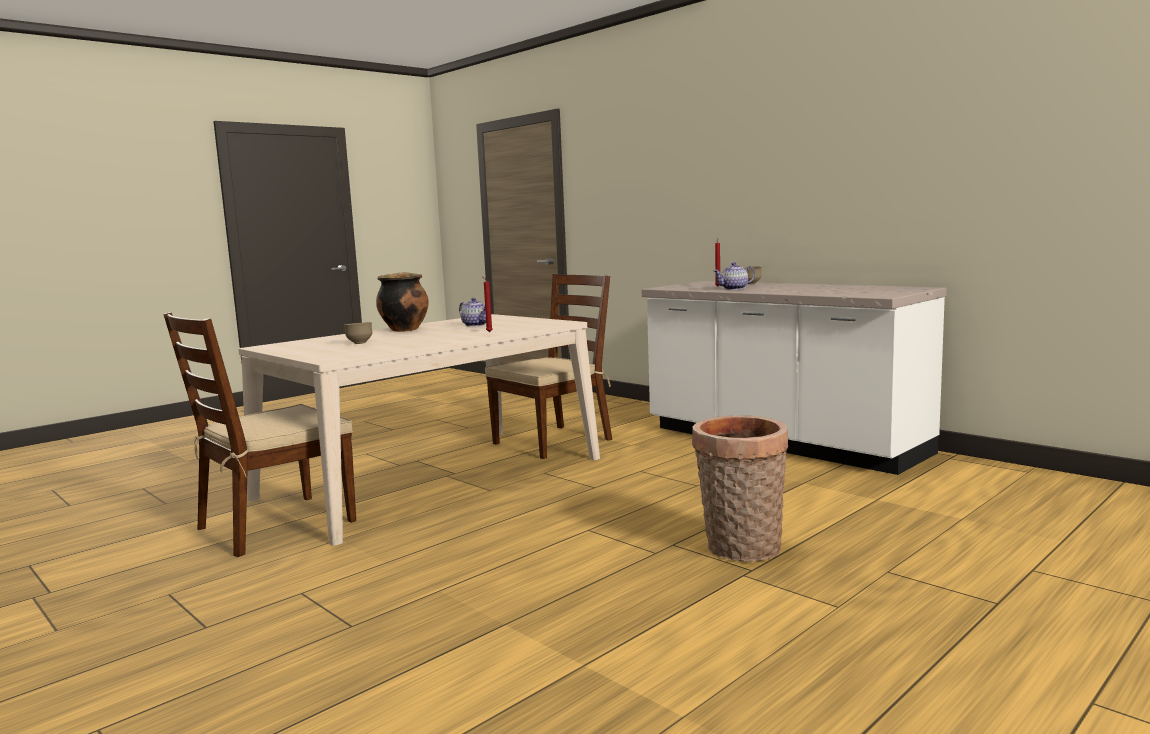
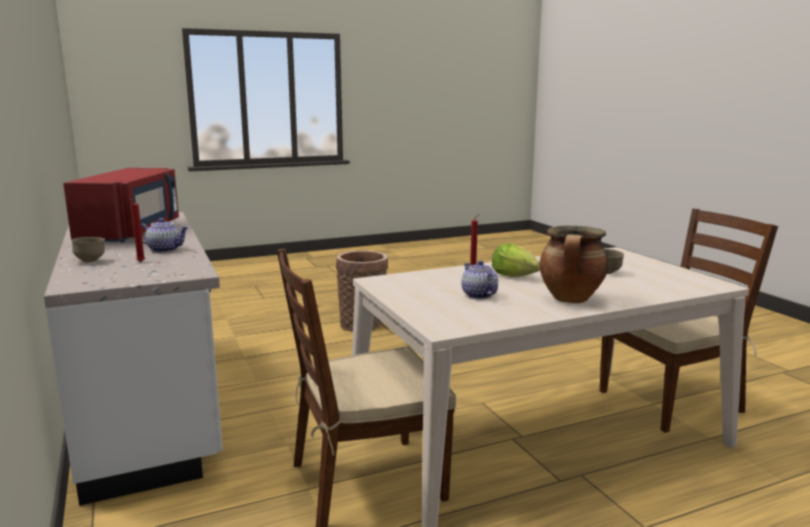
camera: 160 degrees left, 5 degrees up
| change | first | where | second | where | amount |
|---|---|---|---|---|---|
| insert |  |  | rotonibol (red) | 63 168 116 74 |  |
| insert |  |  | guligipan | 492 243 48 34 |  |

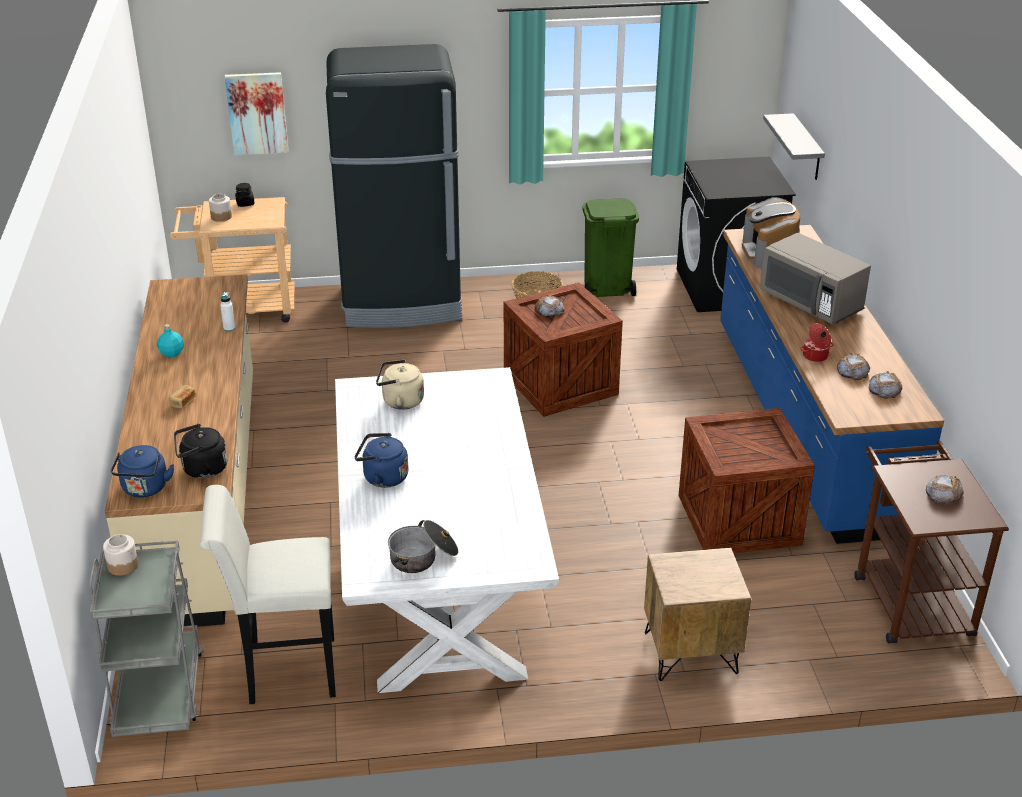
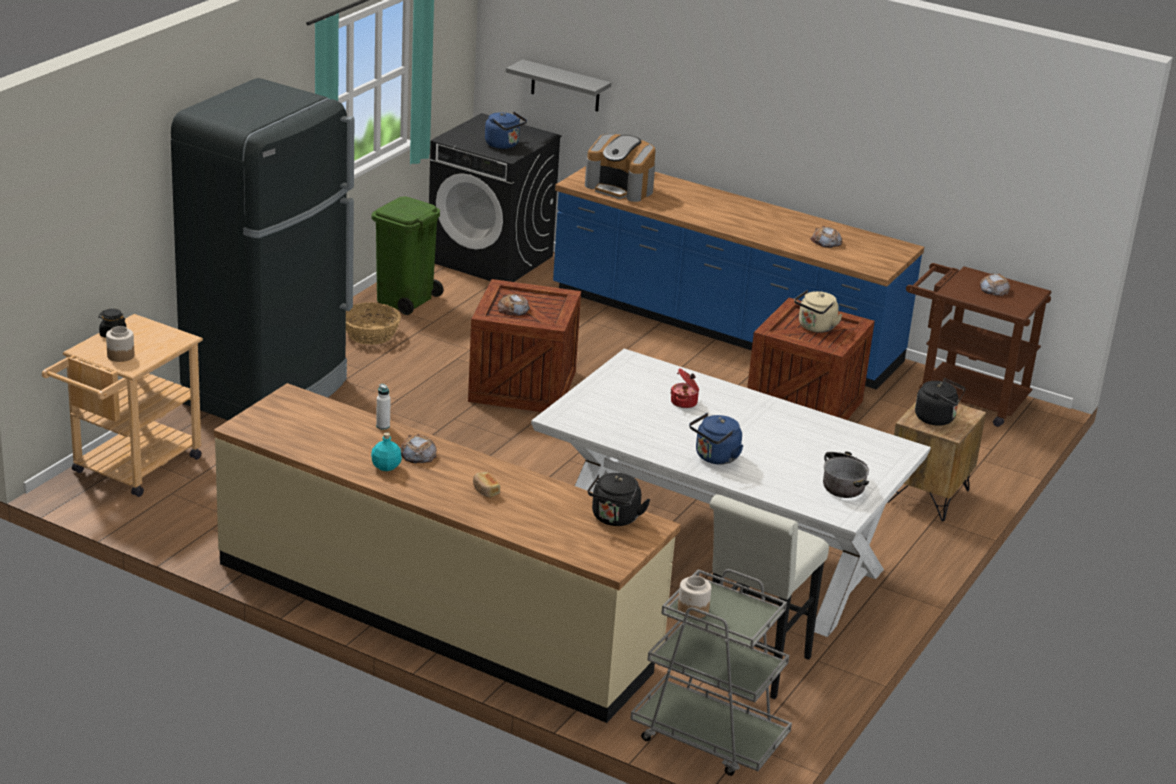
camera: 55 degrees left, 5 degrees down
| change | first | where | second | where | amount |
|---|---|---|---|---|---|
| delete | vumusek | 225 72 64 83 |  |  |  |
| delete | rotonibol (grey) | 760 233 111 91 |  |  |  |
| move | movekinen | 800 323 34 39 |  | 670 368 29 40 |  |
| move | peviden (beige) | 376 359 48 51 |  | 794 290 49 43 |  |
| move | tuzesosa | 869 371 34 28 |  | 400 434 37 29 |  |
| move | peviden (blue) | 111 445 63 52 |  | 485 111 42 38 |  |
| insert |  |  | peviden (black) | 915 378 51 48 |  |

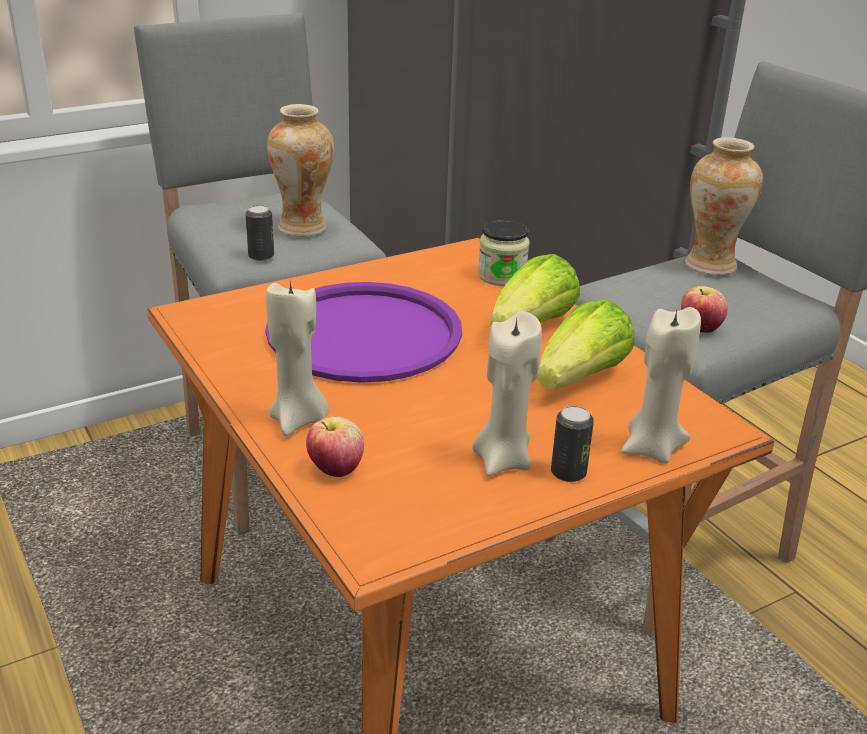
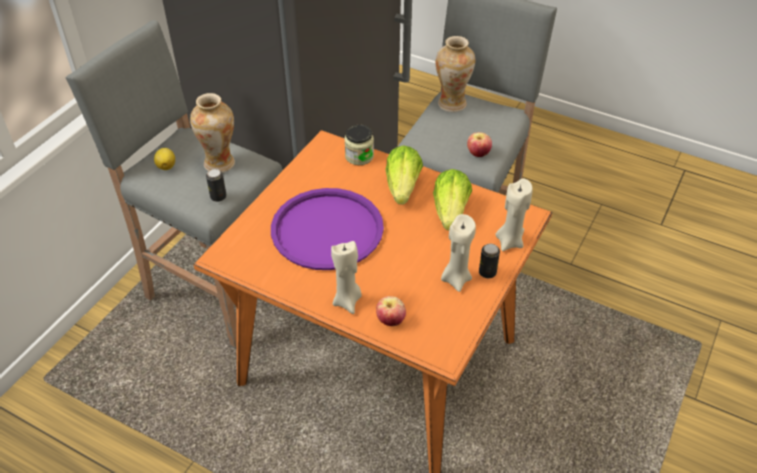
camera: 30 degrees left, 15 degrees up
| change | first | where | second | where | amount |
|---|---|---|---|---|---|
| insert |  |  | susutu | 154 148 21 22 |  |

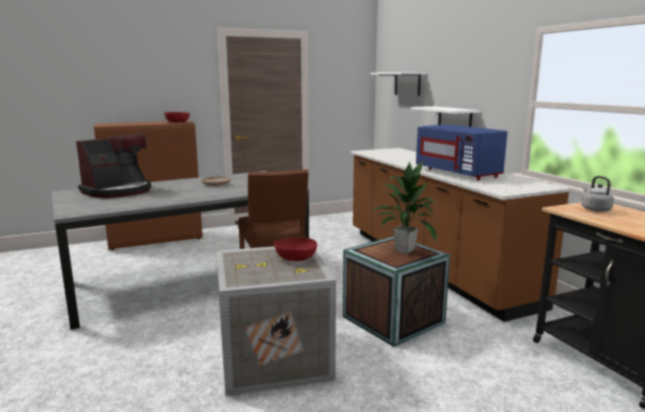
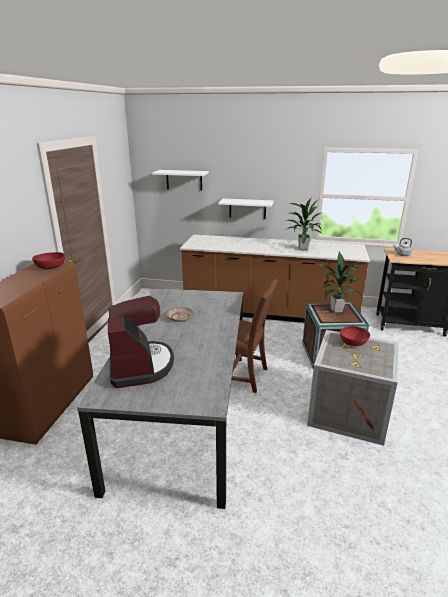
camera: 55 degrees left, 10 degrees up
| change | first | where | second | where | amount |
|---|---|---|---|---|---|
| replace | rotonibol (blue) | 416 124 91 56 | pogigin | 285 198 37 53 |  |

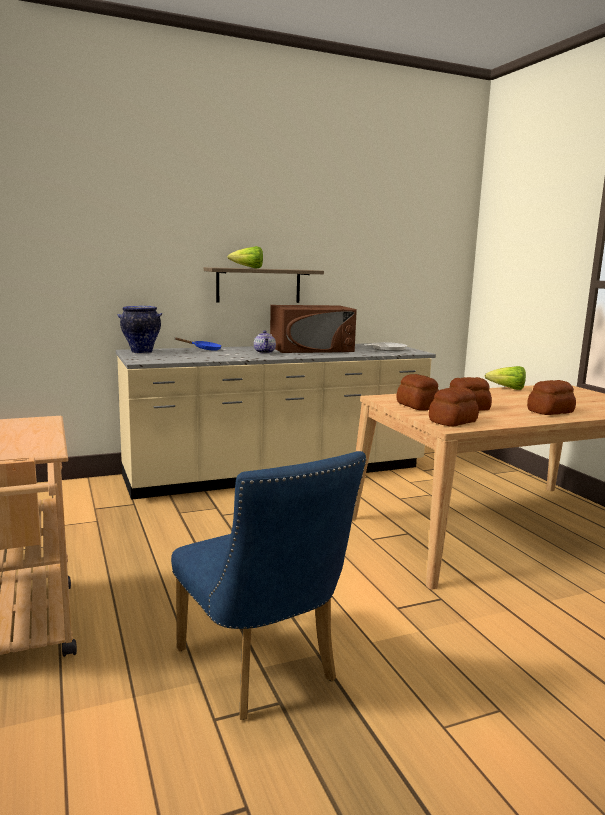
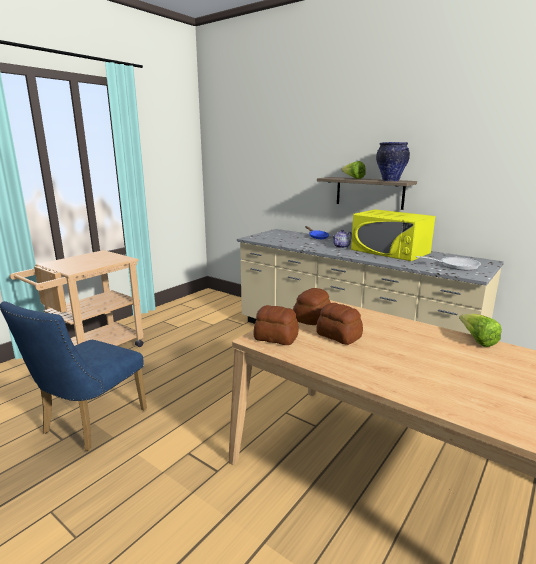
camera: 60 degrees right, 5 degrees up
| change | first | where | second | where | amount |
|---|---|---|---|---|---|
| recolor | rotonibol (brown) | 270 305 87 48 | rotonibol (yellow) | 351 209 84 52 |  |
| move | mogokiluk | 118 306 44 47 |  | 376 142 34 39 |  |
| delete | tuzesosa | 527 380 49 35 |  |  |  |

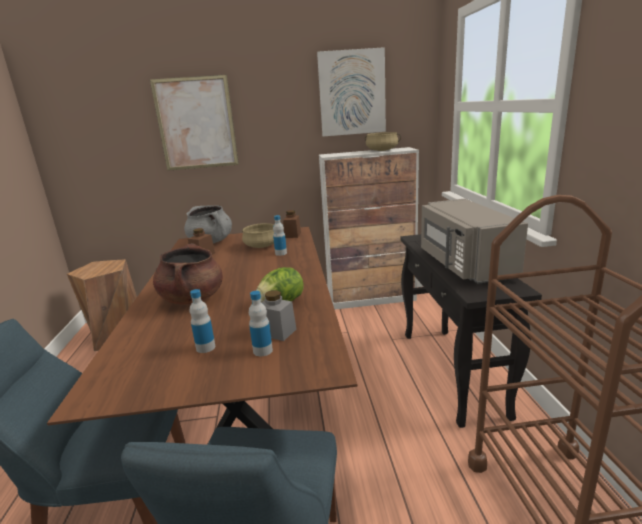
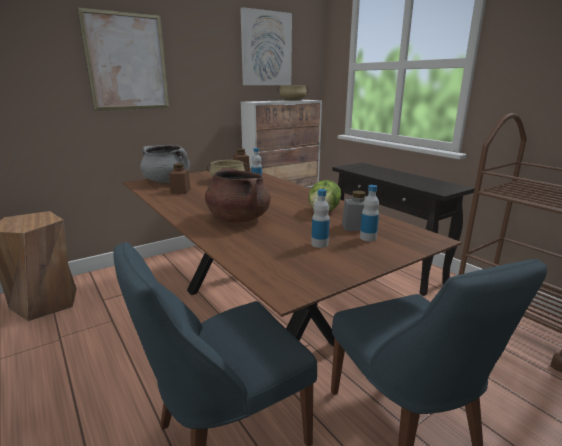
camera: 30 degrees left, 0 degrees up
| change | first | where | second | where | amount |
|---|---|---|---|---|---|
| delete | rotonibol (grey) | 421 199 107 85 |  |  |  |

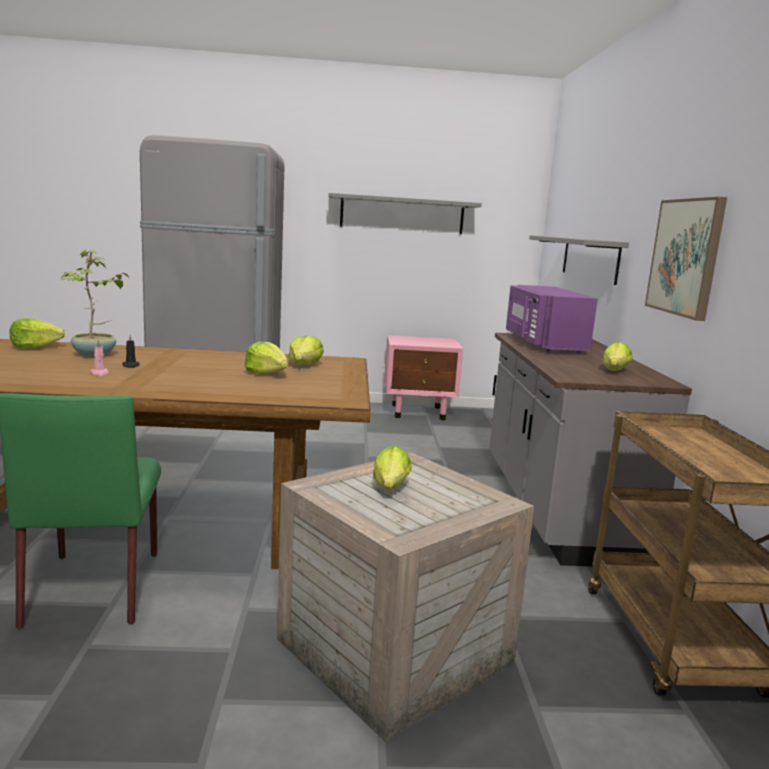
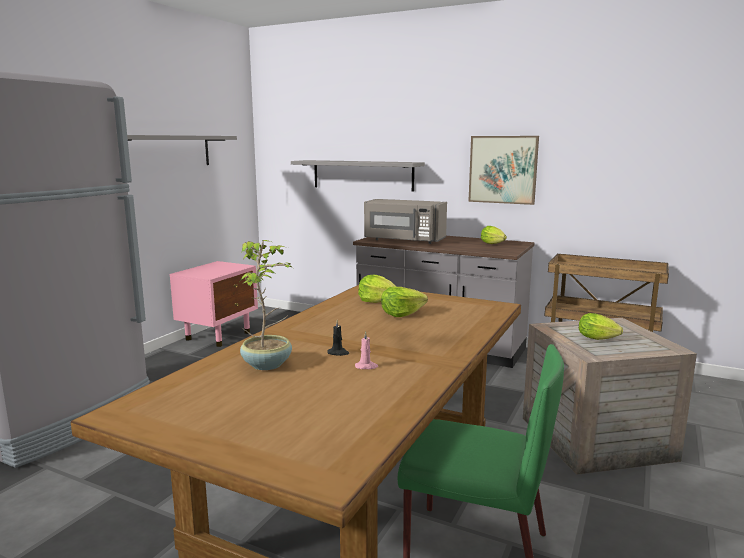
camera: 60 degrees left, 0 degrees up
| change | first | where | second | where | amount |
|---|---|---|---|---|---|
| recolor | rotonibol (purple) | 506 285 92 68 | rotonibol (grey) | 364 199 83 45 |  |
| delete | guligipan | 9 318 56 31 |  |  |  |

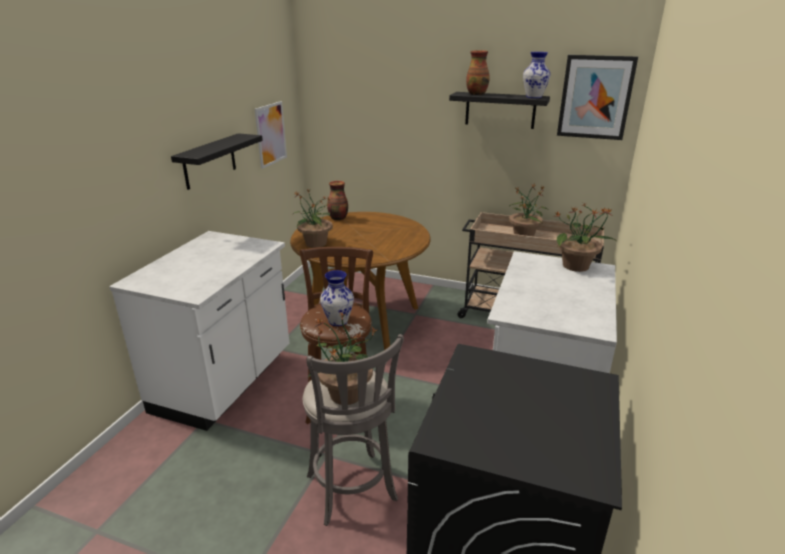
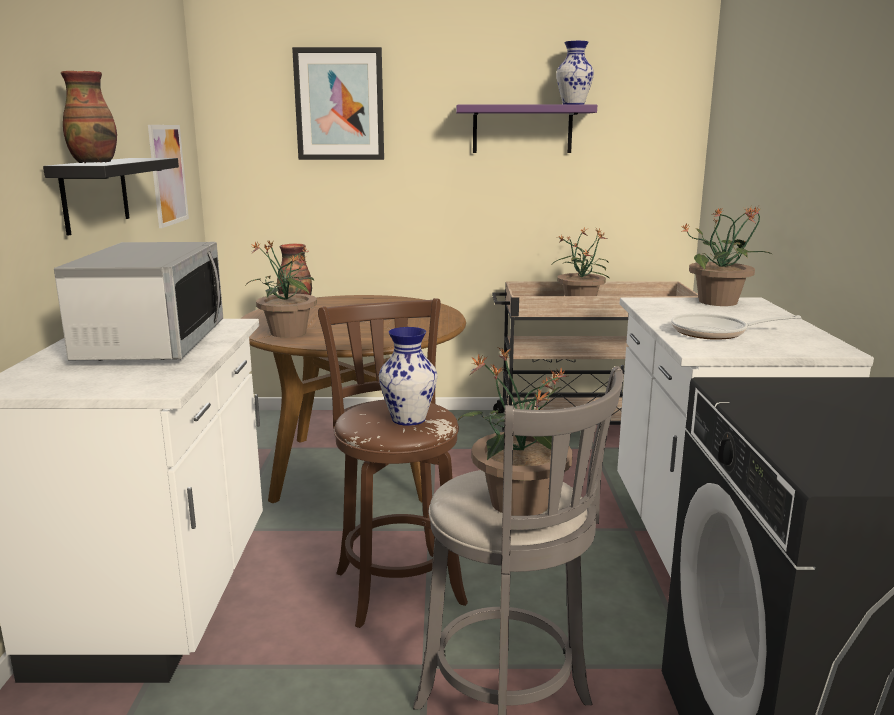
camera: 20 degrees left, 10 degrees down
| change | first | where | second | where | amount |
|---|---|---|---|---|---|
| move | mogokiluk | 466 50 24 45 |  | 61 71 56 92 |  |
| move | vumusek | 557 55 81 85 |  | 292 47 92 113 |  |
| recolor | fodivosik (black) | 449 92 101 37 | fodivosik (purple) | 456 105 141 48 |  |
| insert |  |  | rotonibol | 54 242 169 119 |  |
| insert |  |  | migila | 671 313 130 27 |  |

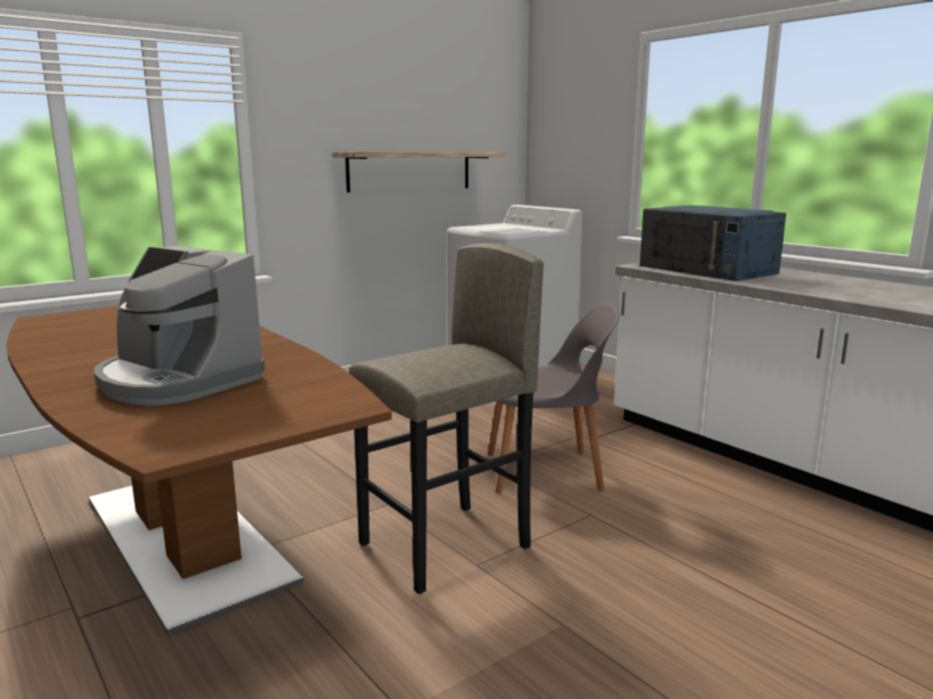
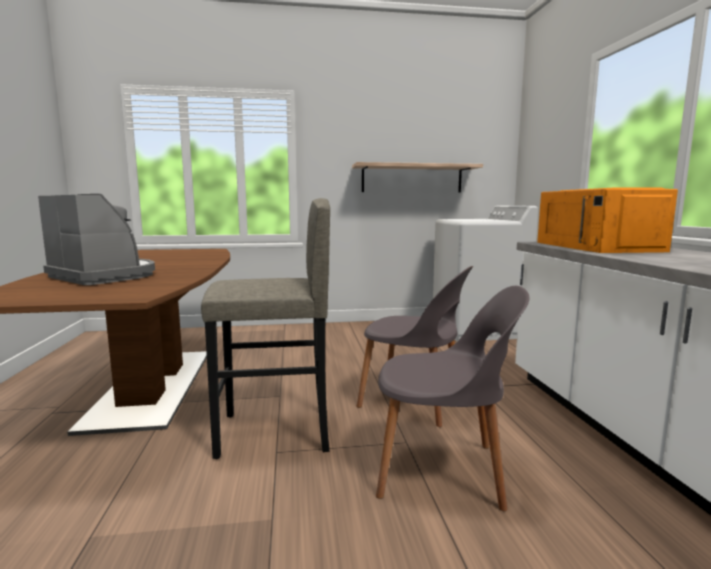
camera: 30 degrees right, 5 degrees down
| change | first | where | second | where | amount |
|---|---|---|---|---|---|
| recolor | rotonibol (blue) | 640 205 146 76 | rotonibol (orange) | 537 187 141 66 |  |
| rotate | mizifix | 94 246 171 159 |  | 38 194 117 91 | 150 degrees clockwise |
| insert |  |  | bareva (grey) | 376 286 153 225 |  |

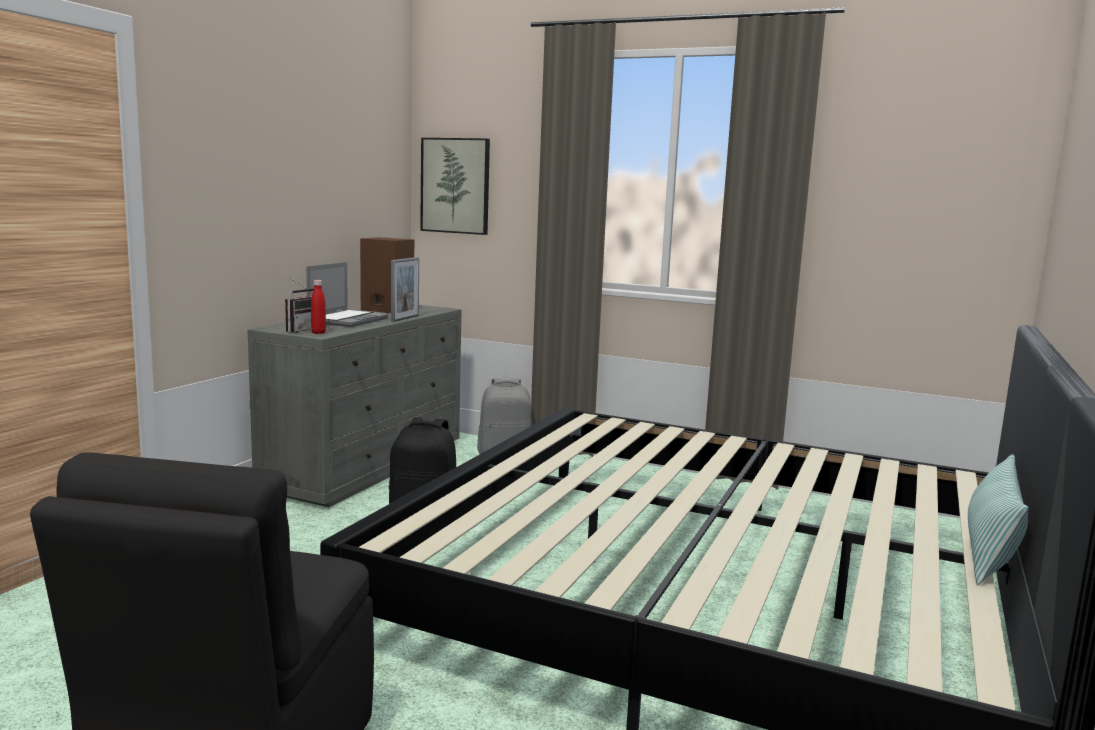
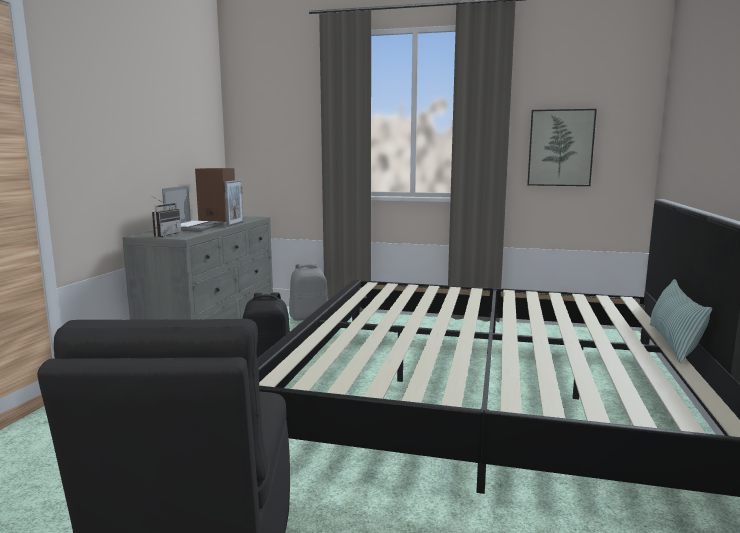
camera: 10 degrees left, 0 degrees up
| change | first | where | second | where | amount |
|---|---|---|---|---|---|
| move | vumusek | 420 138 70 97 |  | 527 109 70 77 |  |
| delete | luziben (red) | 311 280 15 54 |  |  |  |

